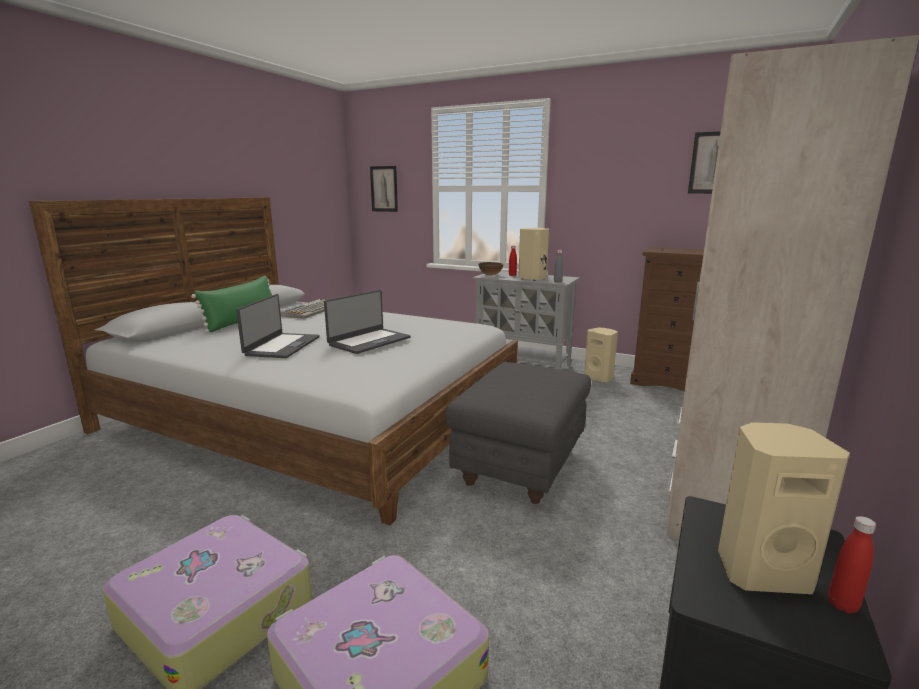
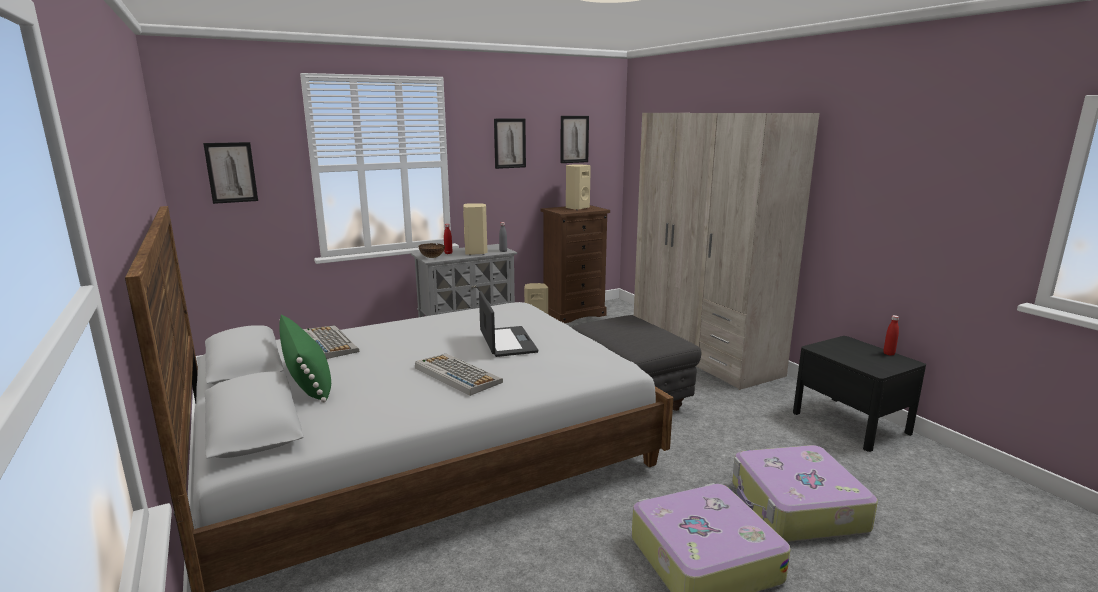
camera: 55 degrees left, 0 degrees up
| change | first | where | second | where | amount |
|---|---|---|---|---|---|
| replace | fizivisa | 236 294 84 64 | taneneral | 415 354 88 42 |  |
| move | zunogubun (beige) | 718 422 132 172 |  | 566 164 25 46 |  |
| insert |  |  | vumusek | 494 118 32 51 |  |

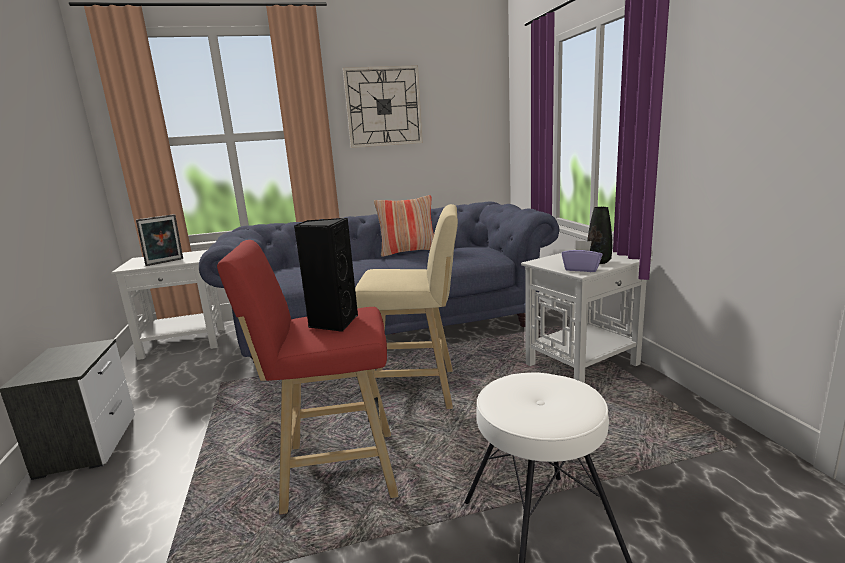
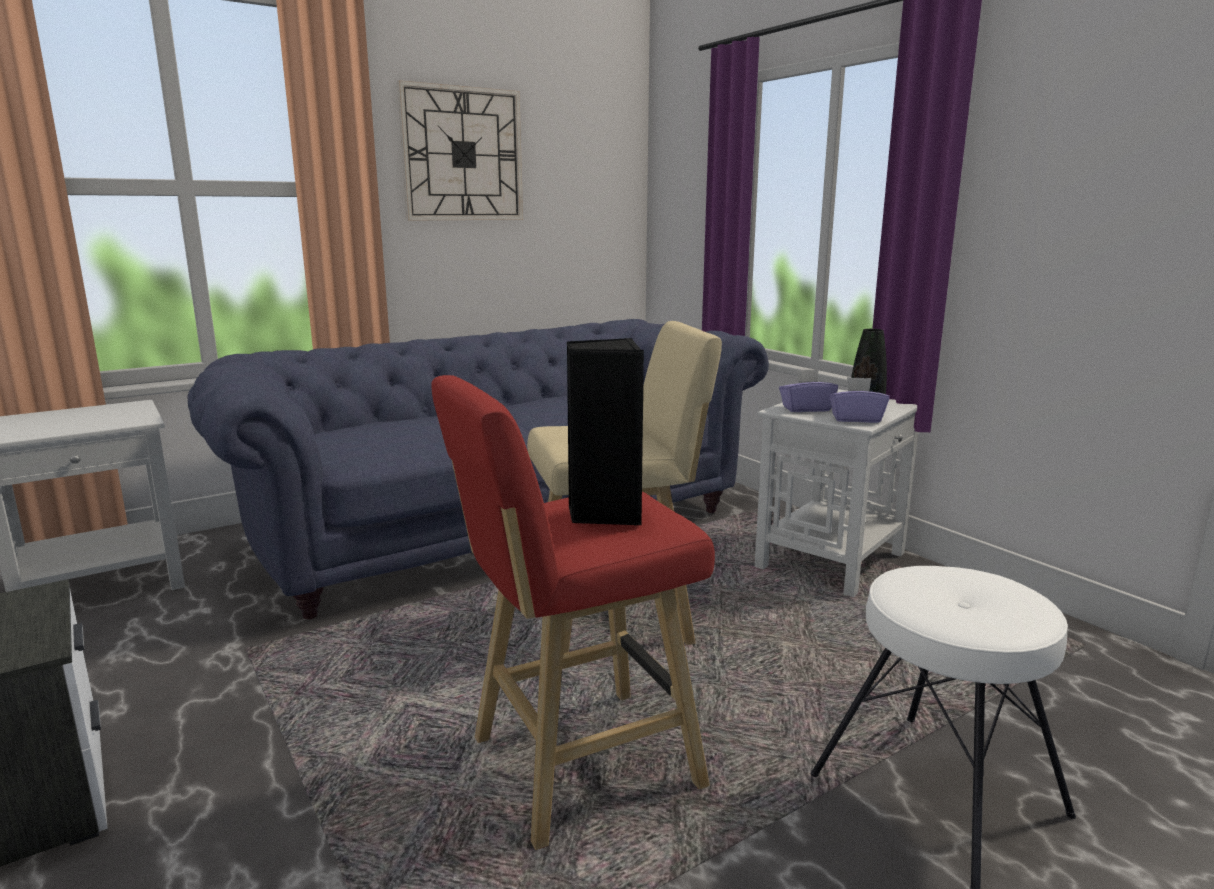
camera: 20 degrees left, 0 degrees up
| change | first | where | second | where | amount |
|---|---|---|---|---|---|
| delete | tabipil | 374 195 60 62 |  |  |  |
| delete | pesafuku | 136 214 47 52 |  |  |  |
| insert |  |  | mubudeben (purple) | 779 369 59 43 |  |

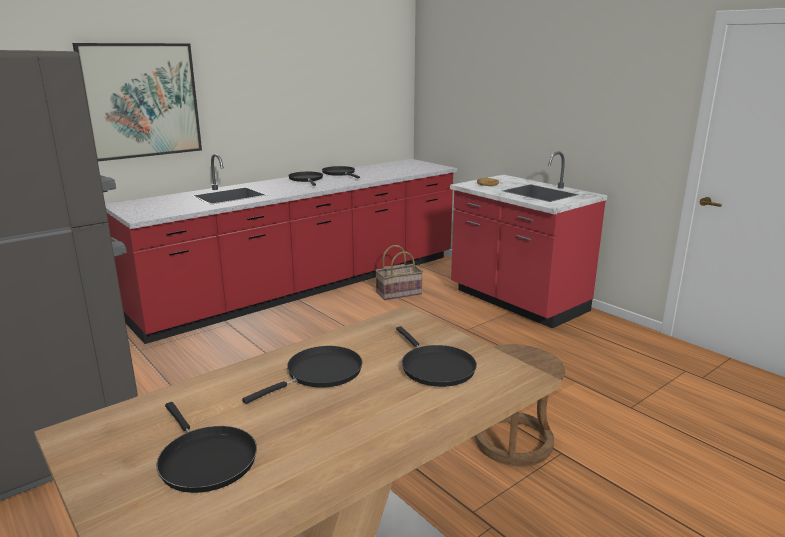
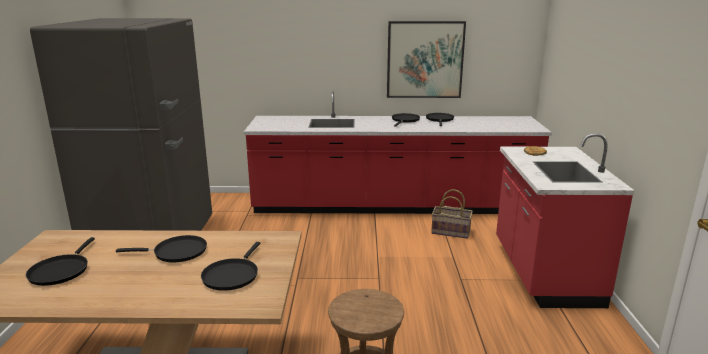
camera: 40 degrees right, 0 degrees up
| change | first | where | second | where | amount |
|---|---|---|---|---|---|
| move | vumusek | 72 43 130 118 |  | 387 21 79 77 |  |

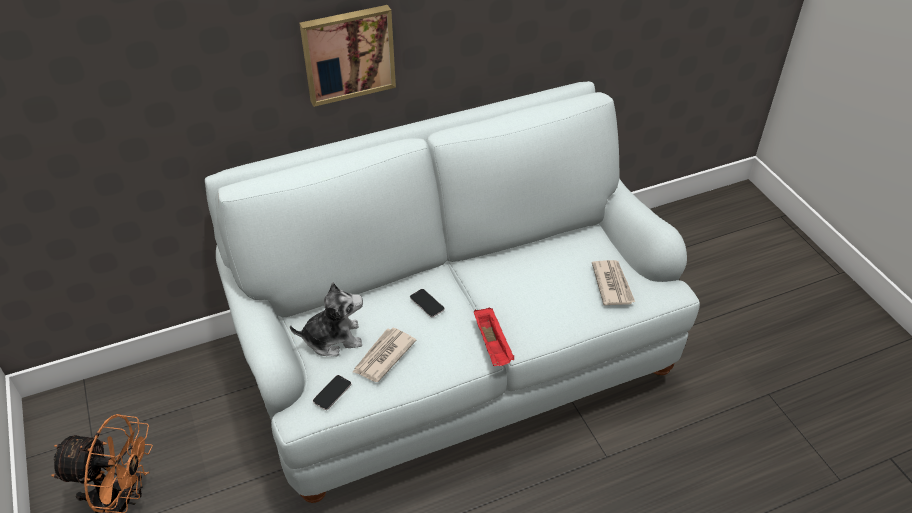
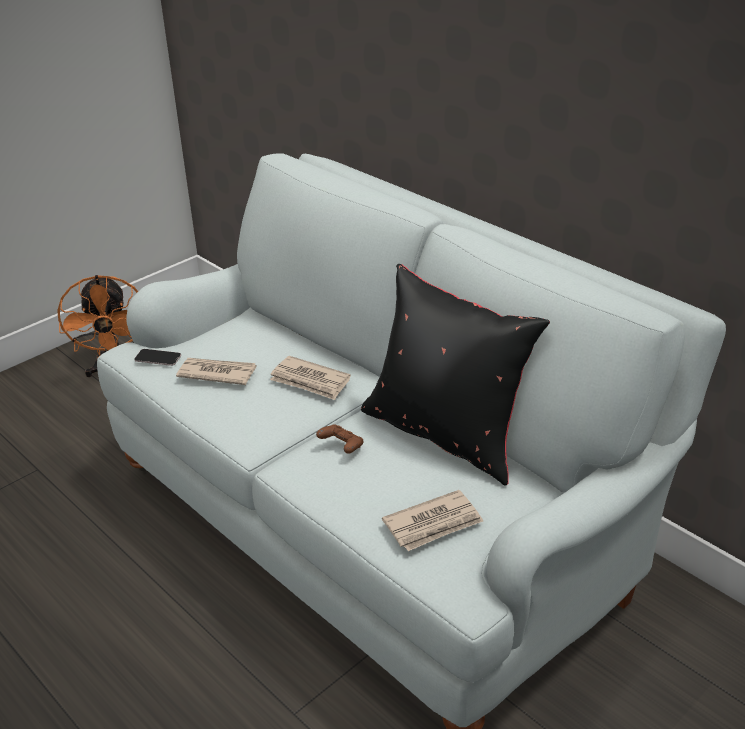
camera: 70 degrees right, 10 degrees down
| change | first | where | second | where | amount |
|---|---|---|---|---|---|
| delete | vumusek | 300 5 96 102 |  |  |  |
| delete | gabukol | 290 282 73 75 |  |  |  |
| replace | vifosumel | 410 289 35 28 | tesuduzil | 270 356 81 44 |  |
| delete | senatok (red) | 474 307 40 59 |  |  |  |
| insert |  |  | tabipil (black) | 361 264 189 221 |  |
| insert |  |  | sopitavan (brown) | 316 424 47 30 |  |

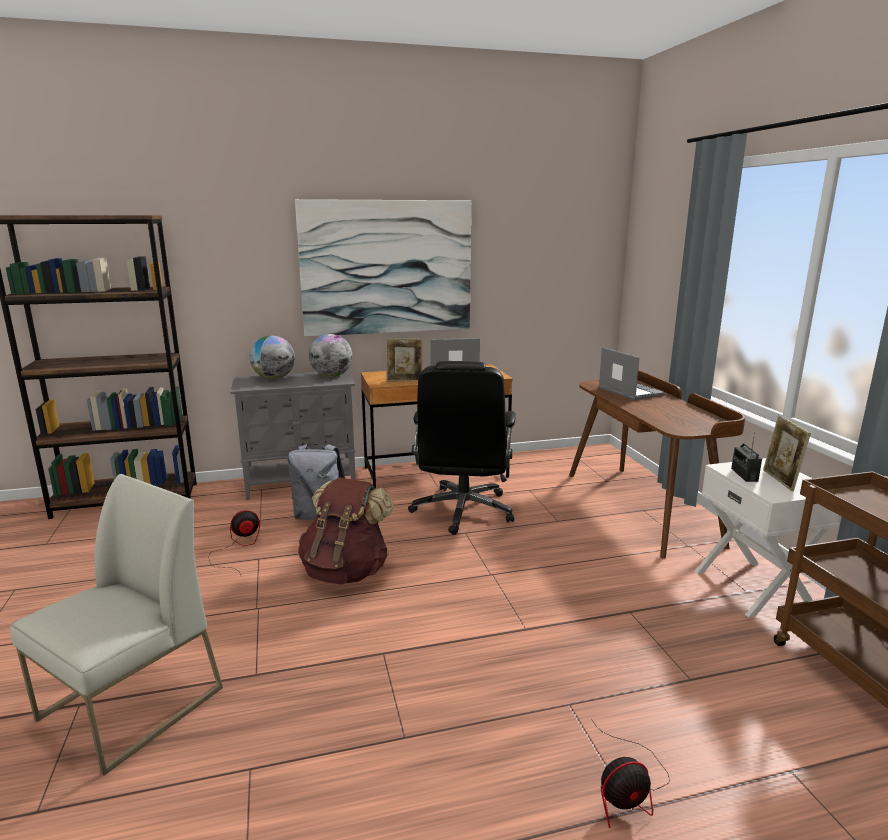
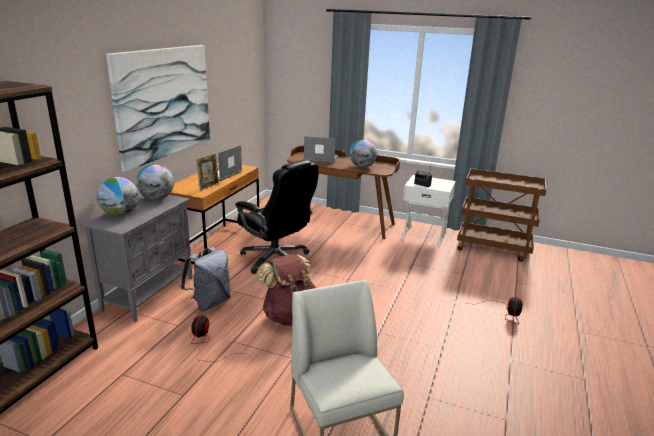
camera: 55 degrees left, 5 degrees up
| change | first | where | second | where | amount |
|---|---|---|---|---|---|
| delete | pesafuku | 763 415 48 76 |  |  |  |
| insert |  |  | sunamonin | 350 140 27 28 |  |

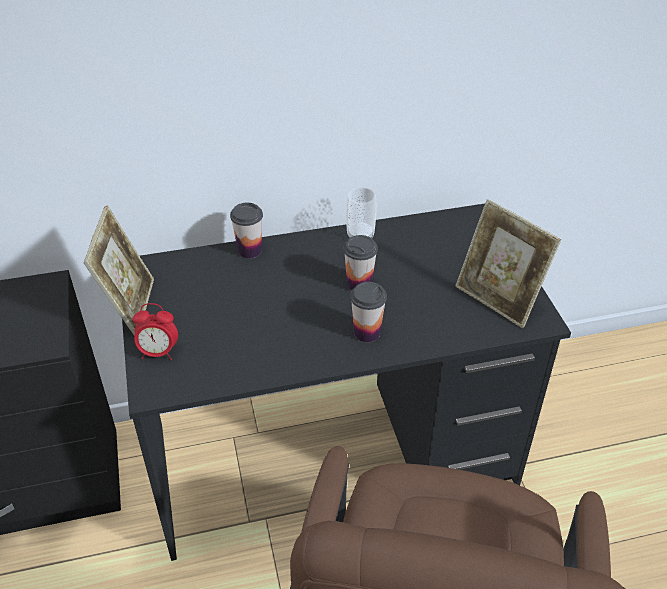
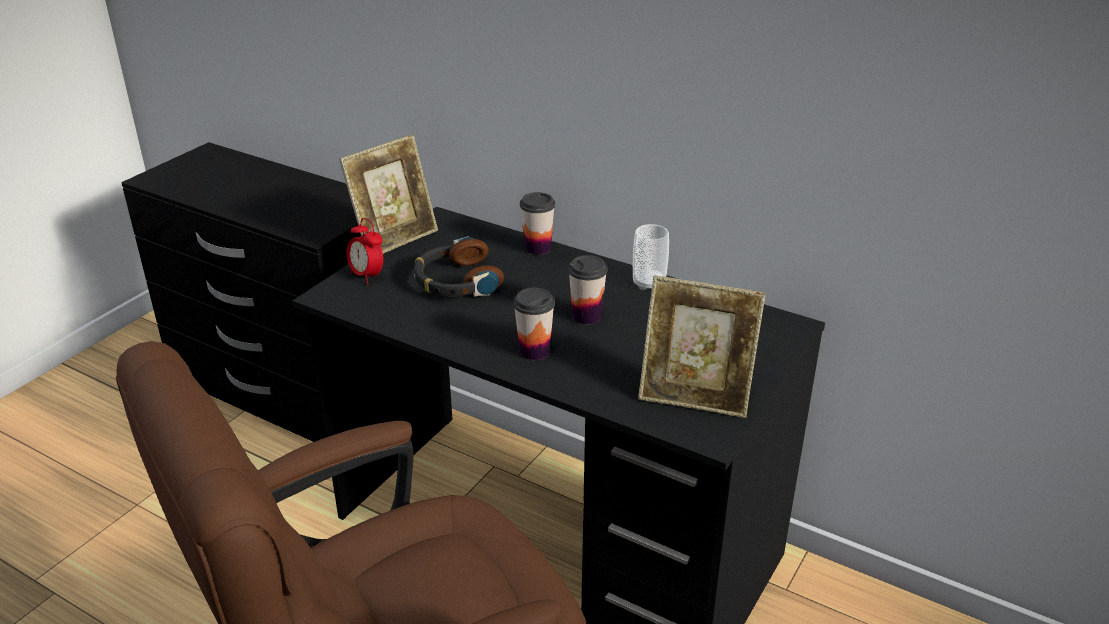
camera: 45 degrees right, 10 degrees down
| change | first | where | second | where | amount |
|---|---|---|---|---|---|
| rotate | pesafuku | 455 199 106 129 |  | 638 275 128 143 | 75 degrees counterclockwise |
| insert |  |  | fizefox | 414 236 90 61 |  |

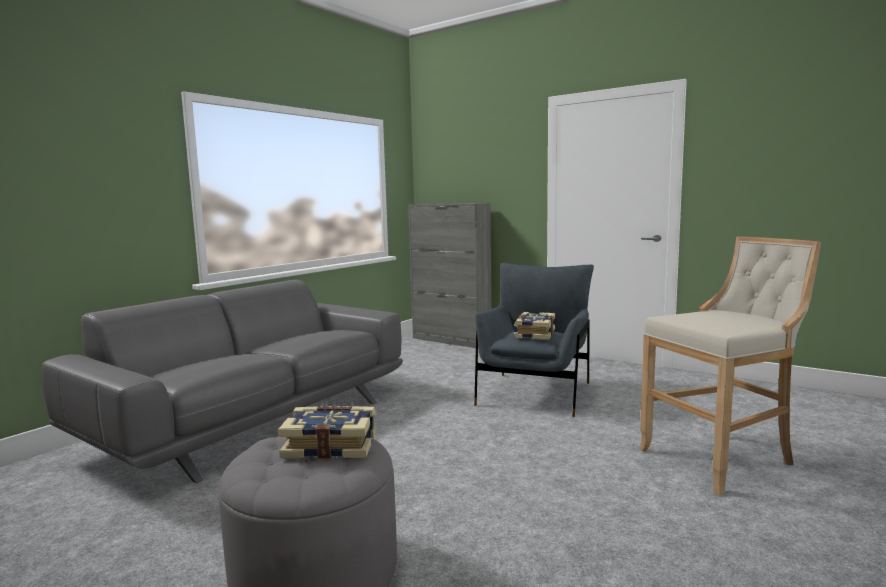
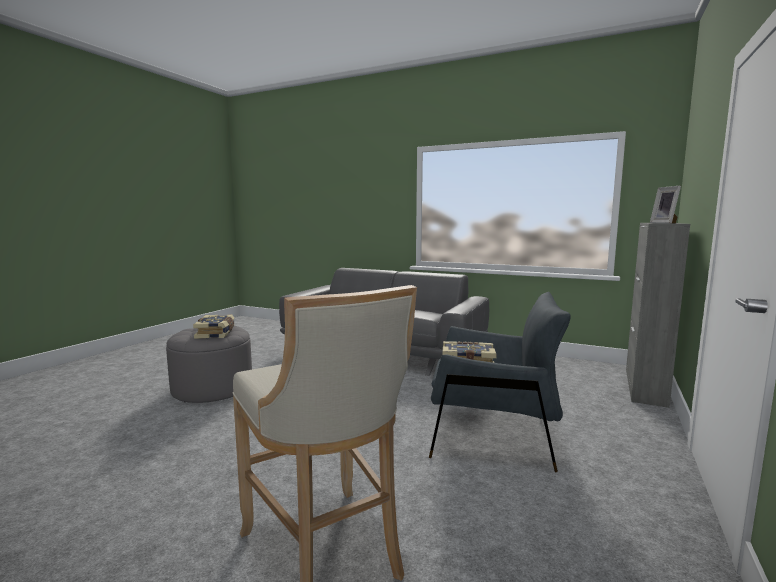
camera: 80 degrees right, 0 degrees up
| change | first | where | second | where | amount |
|---|---|---|---|---|---|
| insert |  |  | pesafuku | 650 186 31 37 |  |

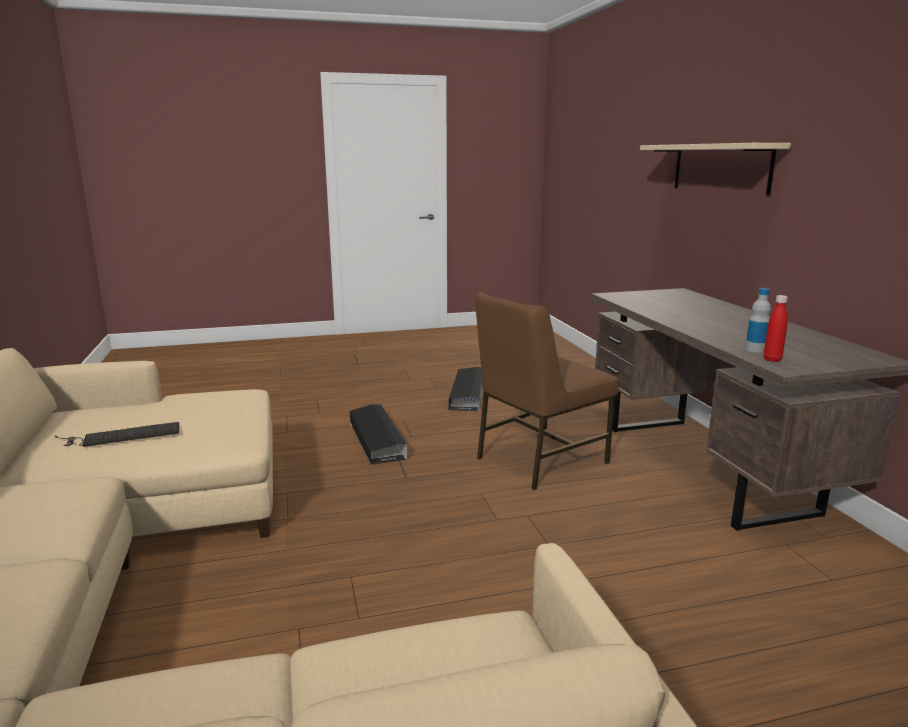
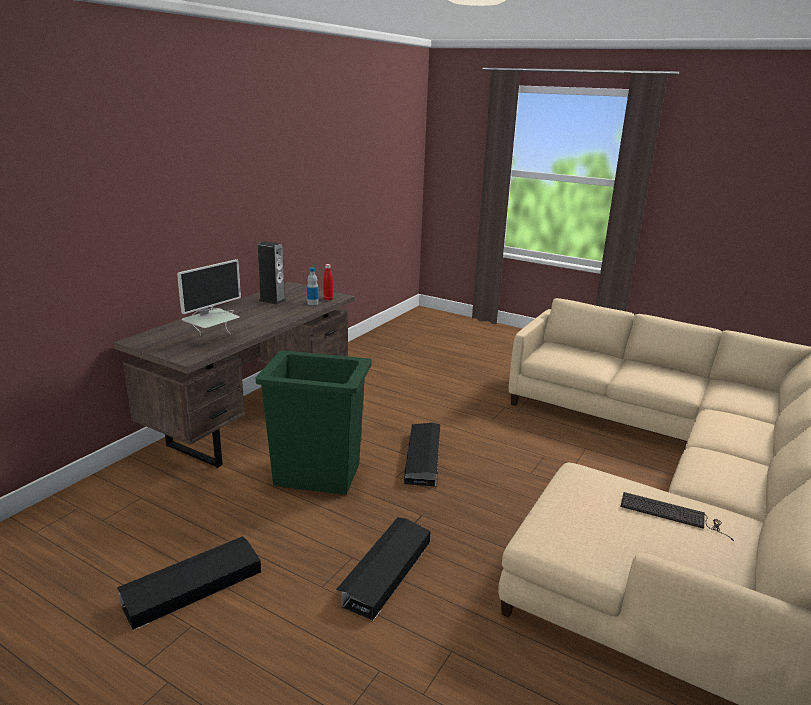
camera: 135 degrees left, 5 degrees up
| change | first | where | second | where | amount |
|---|---|---|---|---|---|
| delete | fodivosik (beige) | 640 143 151 52 |  |  |  |
| replace | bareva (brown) | 475 292 144 198 | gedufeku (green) | 256 351 116 144 |  |
| insert |  |  | zunogubun | 257 241 30 64 |  |
| insert |  |  | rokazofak | 177 259 64 77 |  |
| insert |  |  | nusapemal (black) | 404 423 36 64 |  |

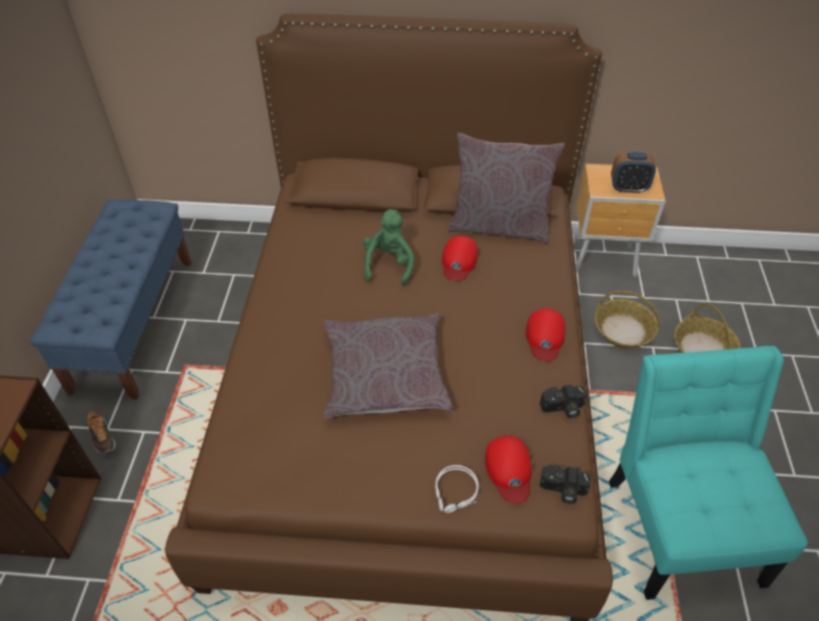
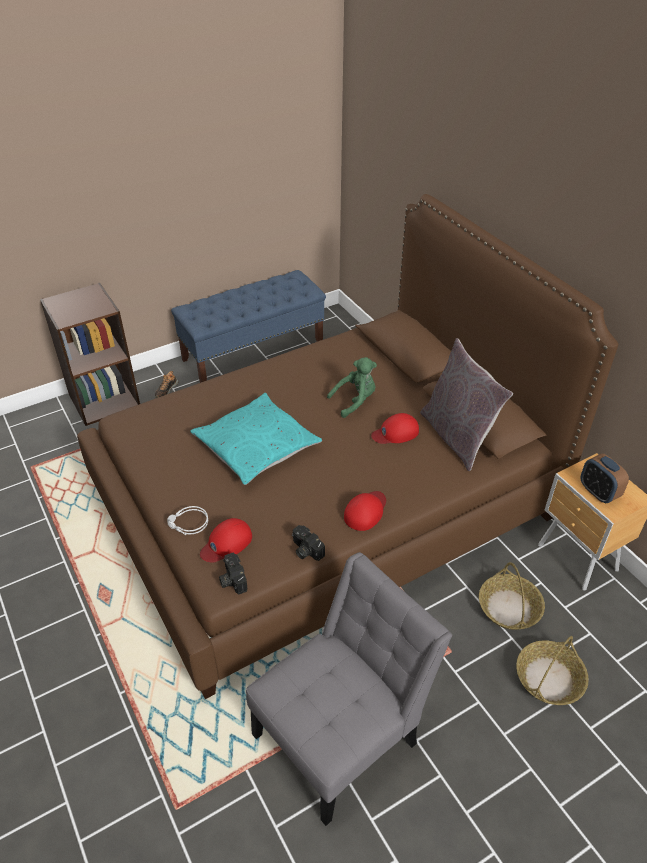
camera: 55 degrees right, 5 degrees down
| change | first | where | second | where | amount |
|---|---|---|---|---|---|
| rotate | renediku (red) | 526 308 39 53 |  | 344 491 42 40 | 150 degrees clockwise |
| recolor | tabipil (grey) | 324 313 128 105 | tabipil (turquoise) | 190 393 132 92 |  |
| recolor | bareva (turquoise) | 609 346 199 254 | bareva (grey) | 246 552 206 274 |  |

